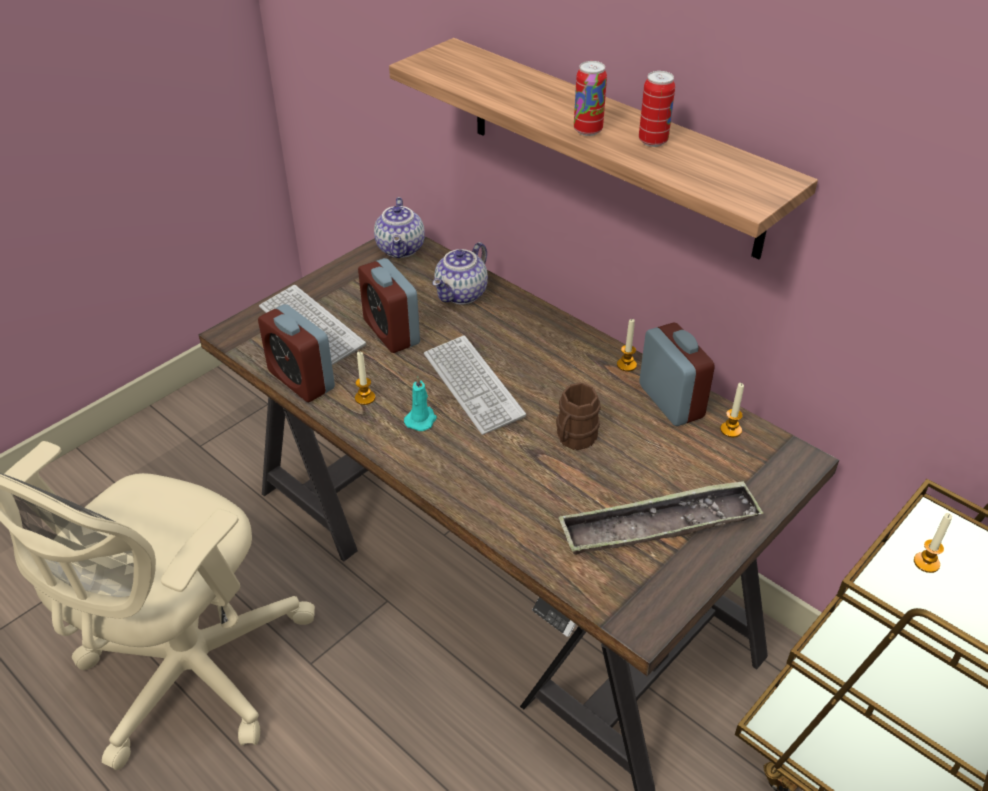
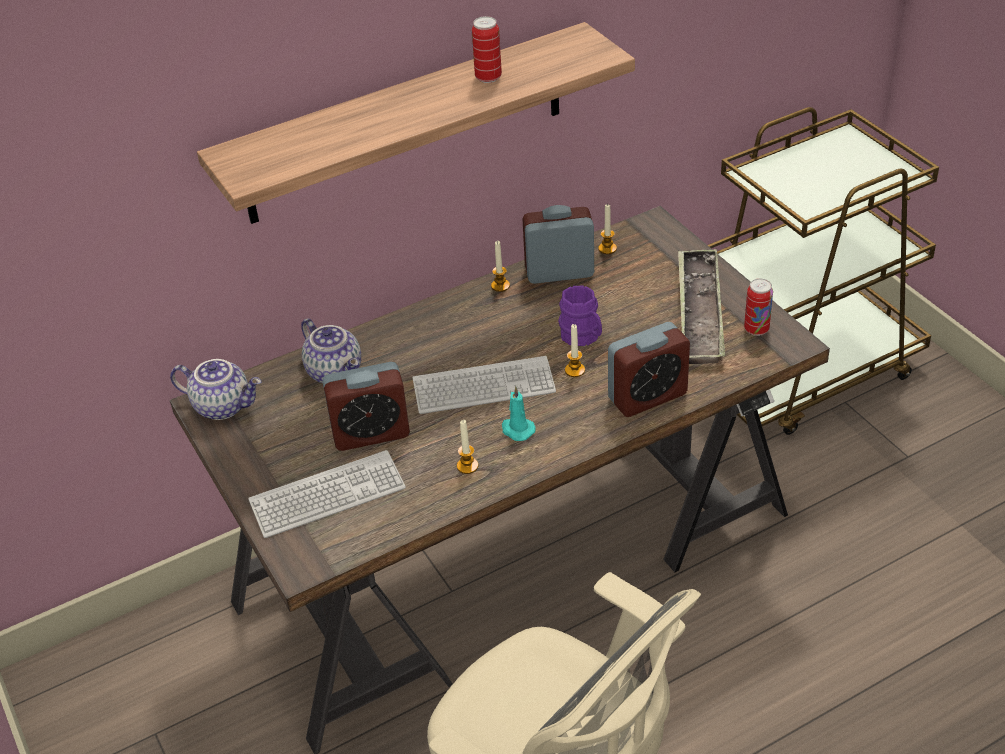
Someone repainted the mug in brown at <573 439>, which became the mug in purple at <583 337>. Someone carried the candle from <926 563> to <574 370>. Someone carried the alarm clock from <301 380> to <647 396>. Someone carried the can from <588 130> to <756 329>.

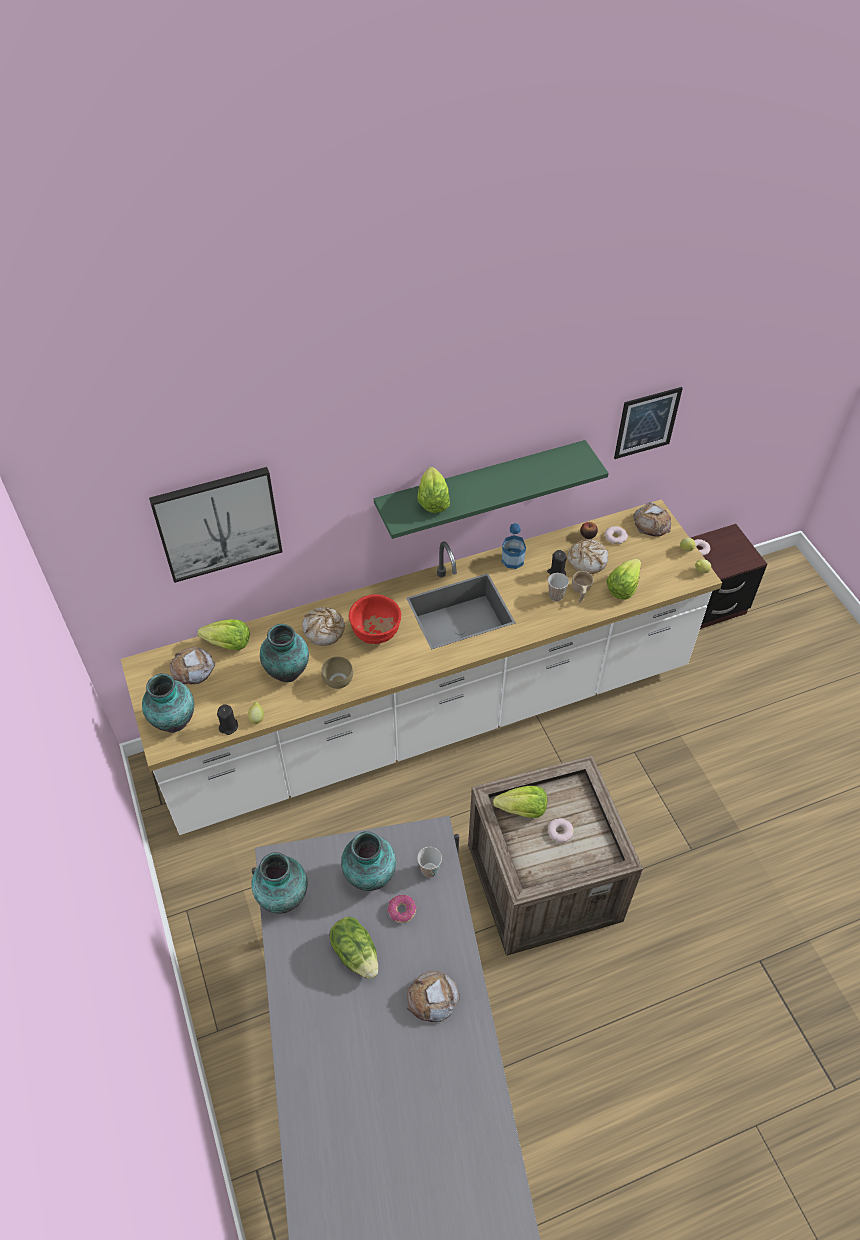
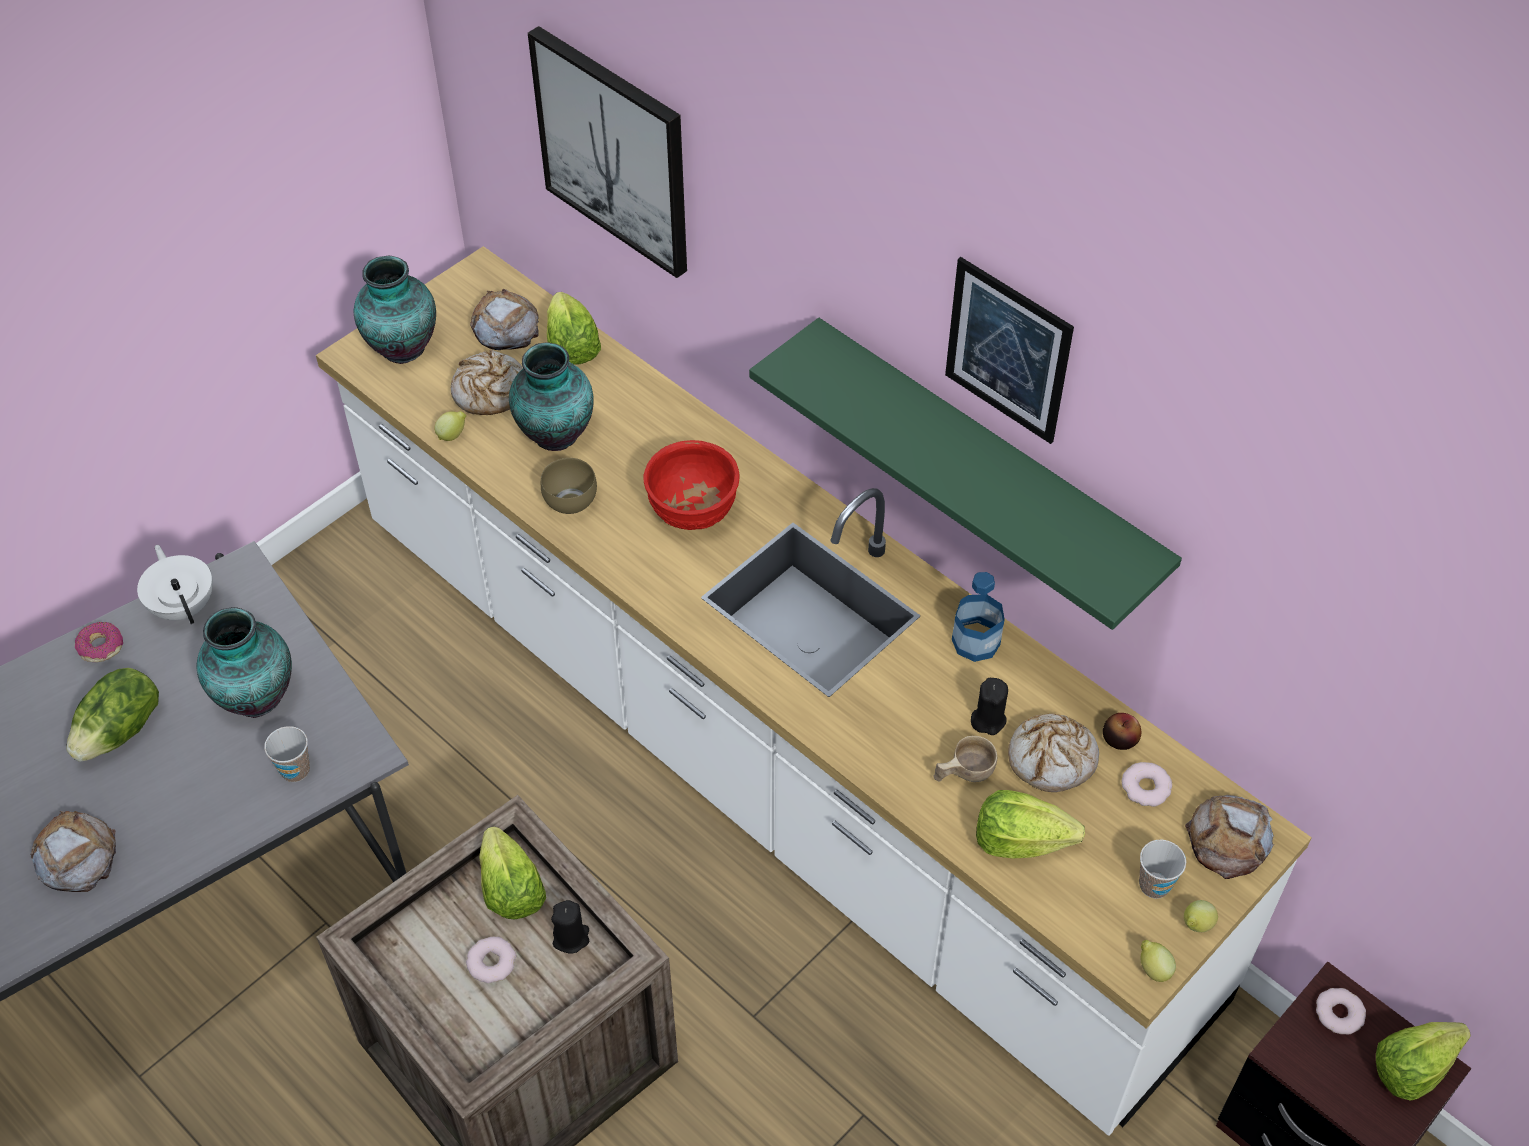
Someone carried the donut from <401 911> to <101 647>. Someone swapped the vase at <282 897> for the teapot in white at <184 605>. Someone carried the bread from <324 630> to <490 392>. Someone carried the candle in black from <228 726> to <571 938>. Someone carried the picture from <647 423> to <1007 350>. Someone carried the cup from <556 596> to <1154 885>. Someone carried the lettuce from <432 501> to <1412 1068>.

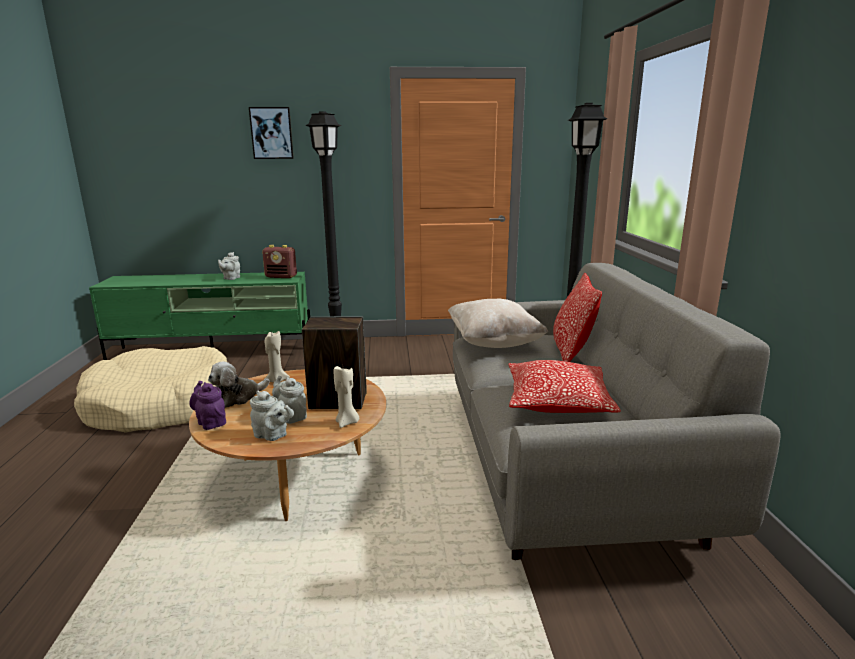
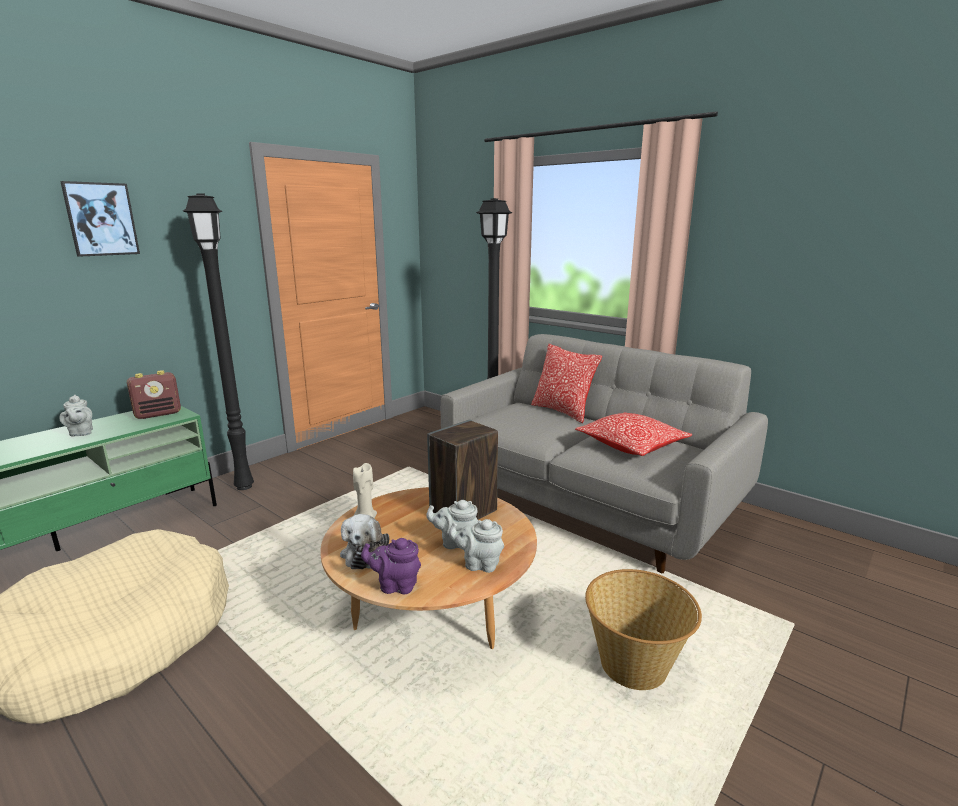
Someone rotated the teapot in grey at <273 435> by 150 degrees counterclockwise. Someone put down the basket at <635 665>. Someone took away the candle in beige at <347 423>. Someone took away the pillow in beige at <493 343>.

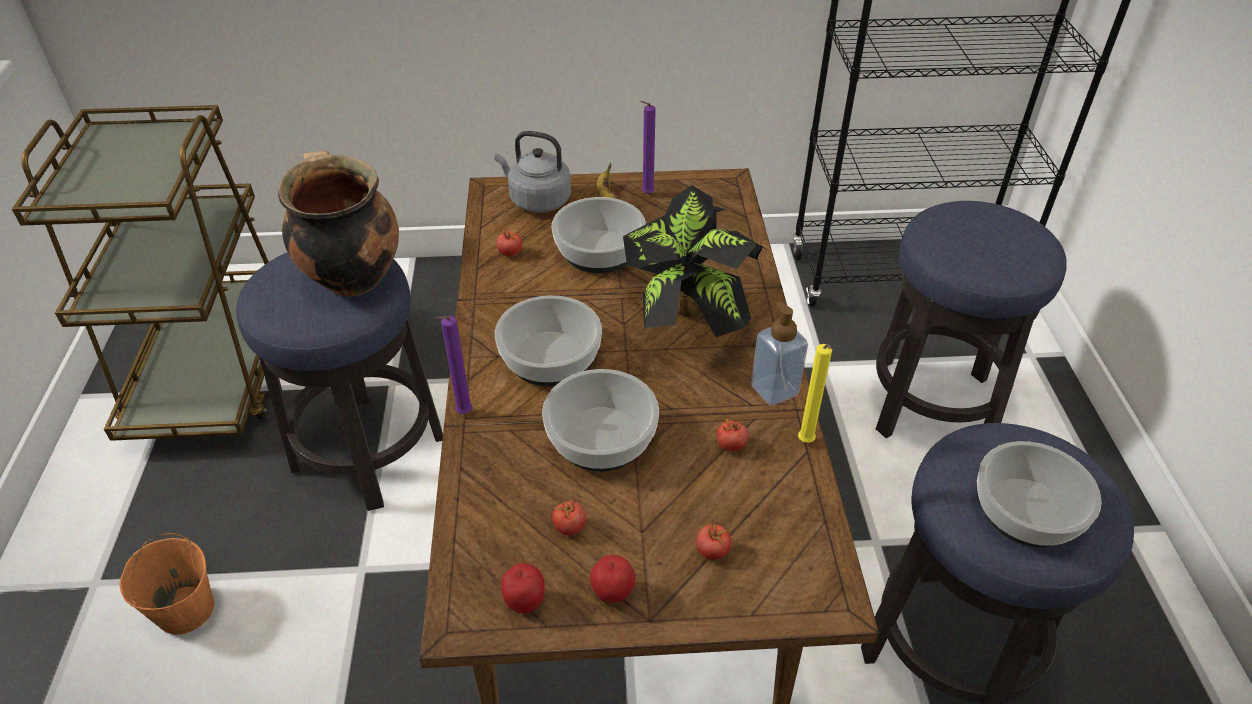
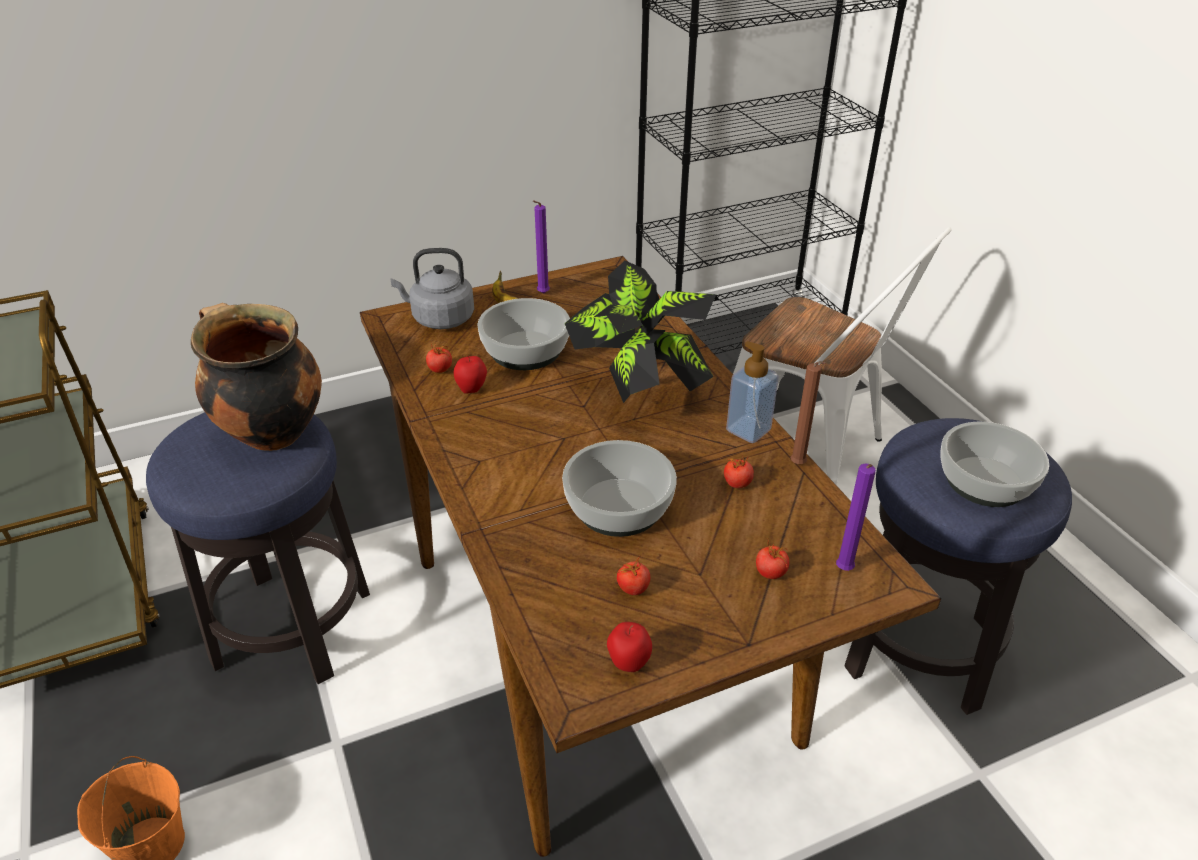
Someone carried the apple from <613 594> to <472 389>. Someone swapped the stool at <932 405> for the chair in white at <811 448>. Someone repainted the candle in yellow at <806 443>, which became the candle in brown at <799 466>. Someone carried the candle in purple from <462 414> to <843 571>. Someone took away the bowl at <549 357>.

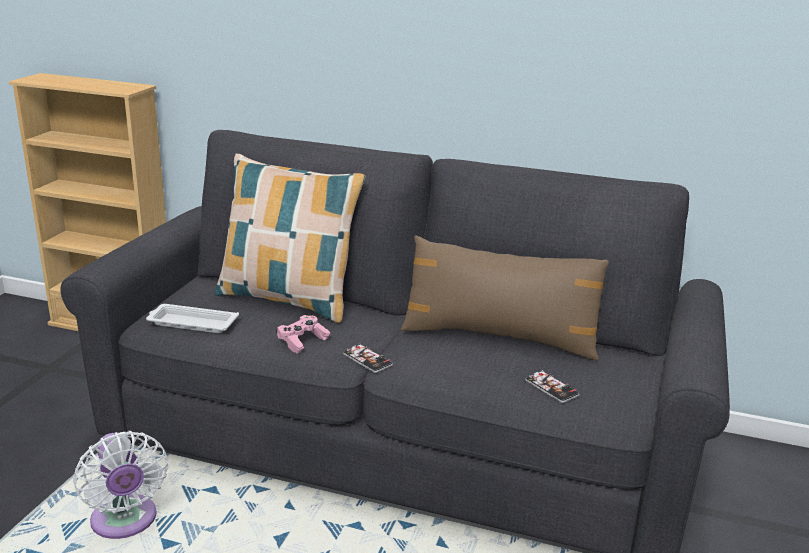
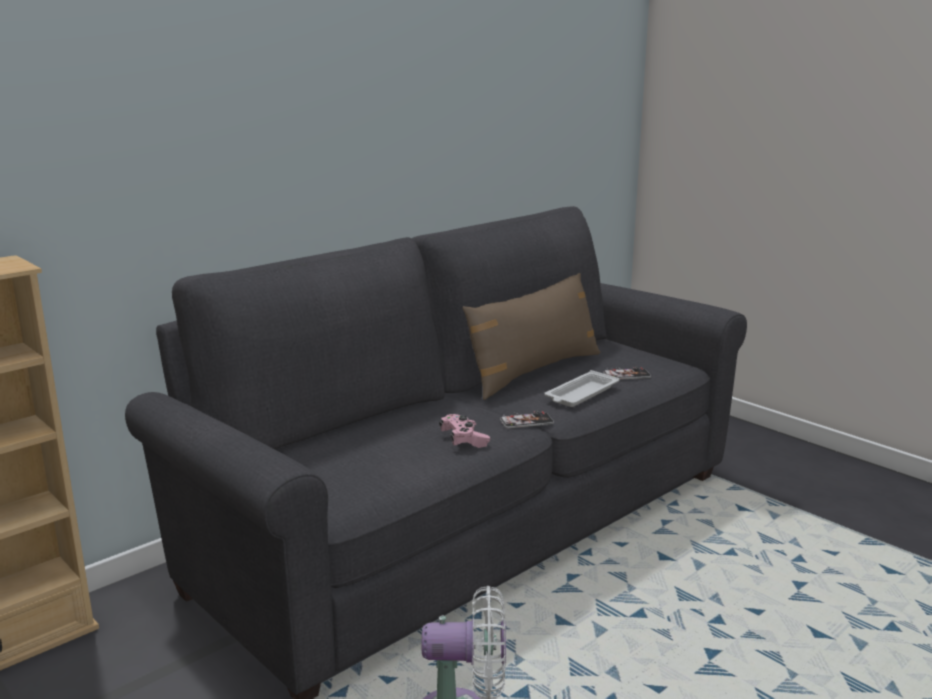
Someone carried the tray in white from <191 323> to <581 394>. Someone took away the pillow at <288 300>.

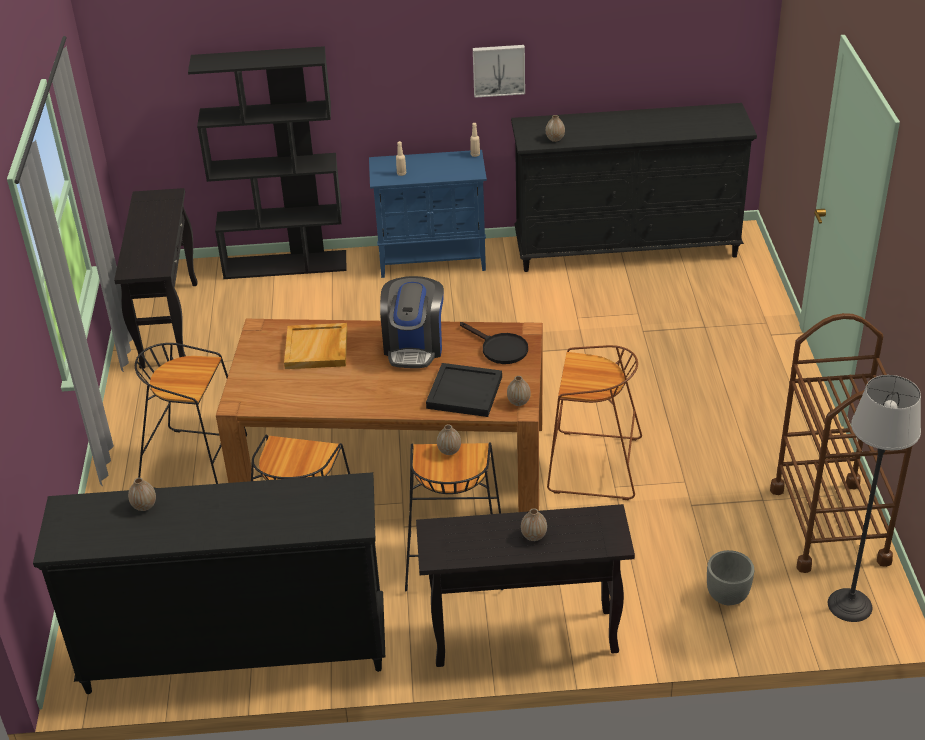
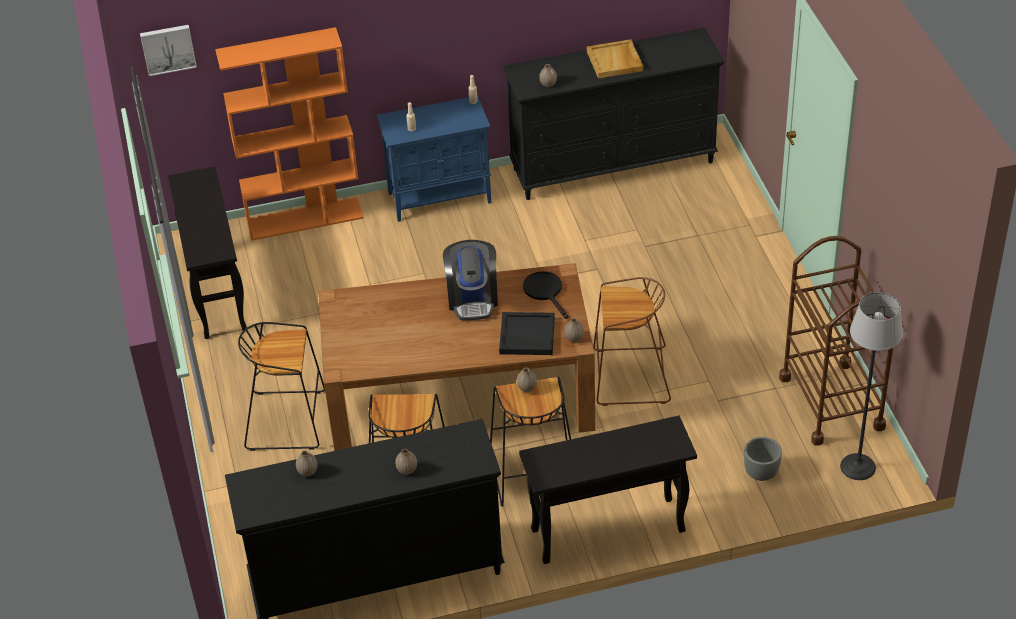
Someone carried the picture from <498 69> to <168 48>. Someone repainted the bookcase in black at <286 264>, which became the bookcase in orange at <305 218>. Someone carried the vase from <534 536> to <407 470>. Someone rotated the frying pan in black at <499 348> by 150 degrees counterclockwise. Someone carried the tray in beige from <317 349> to <615 61>.

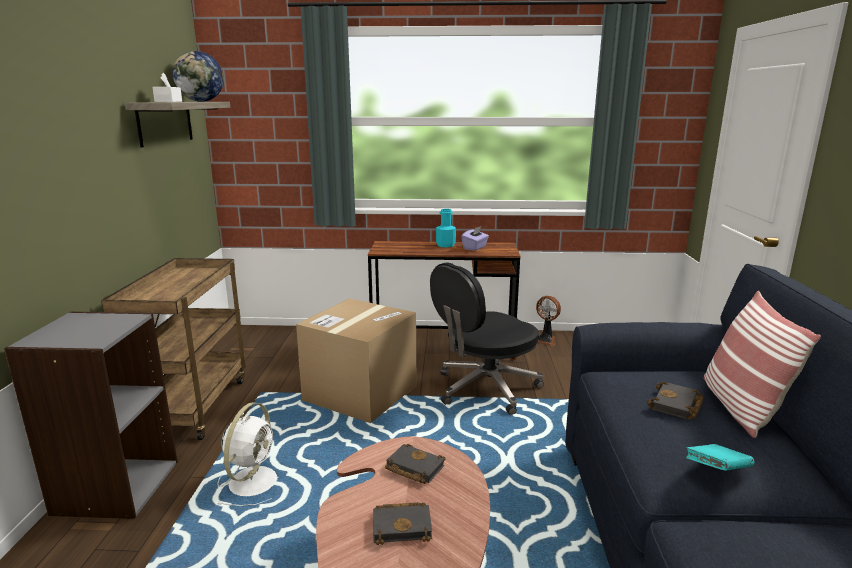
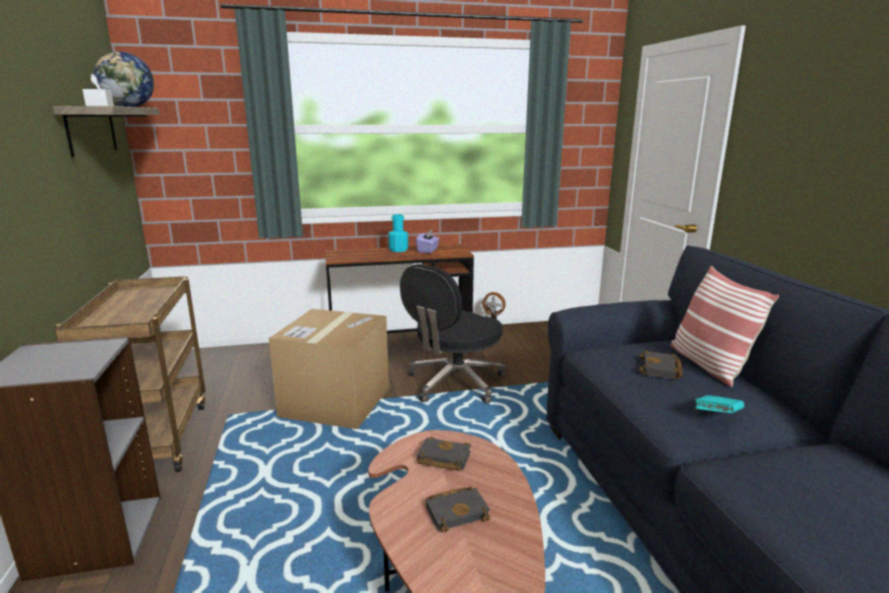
Someone took away the fan in white at <254 480>.

